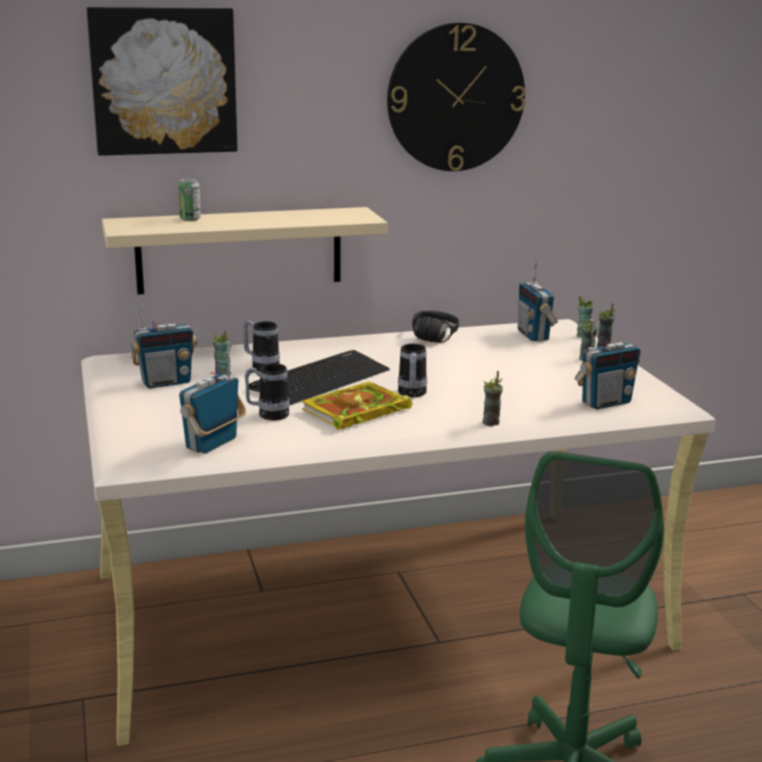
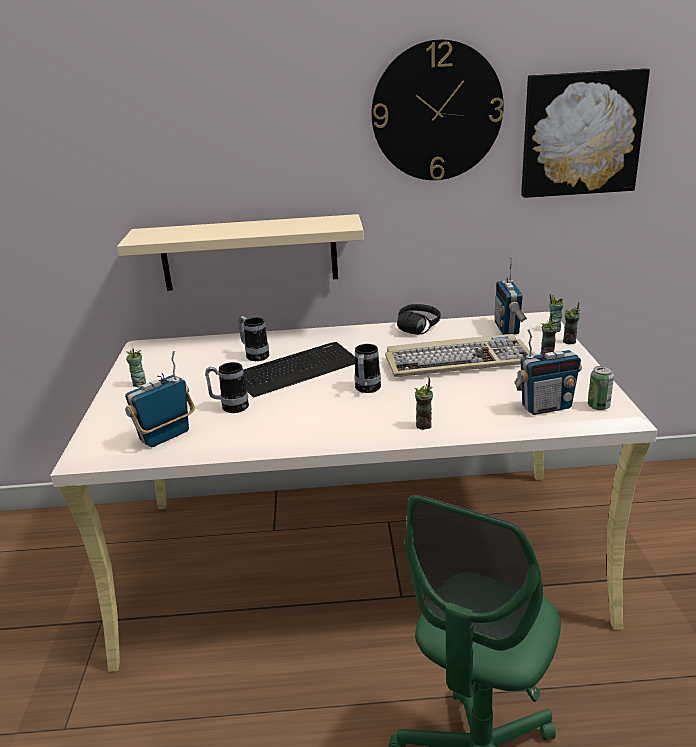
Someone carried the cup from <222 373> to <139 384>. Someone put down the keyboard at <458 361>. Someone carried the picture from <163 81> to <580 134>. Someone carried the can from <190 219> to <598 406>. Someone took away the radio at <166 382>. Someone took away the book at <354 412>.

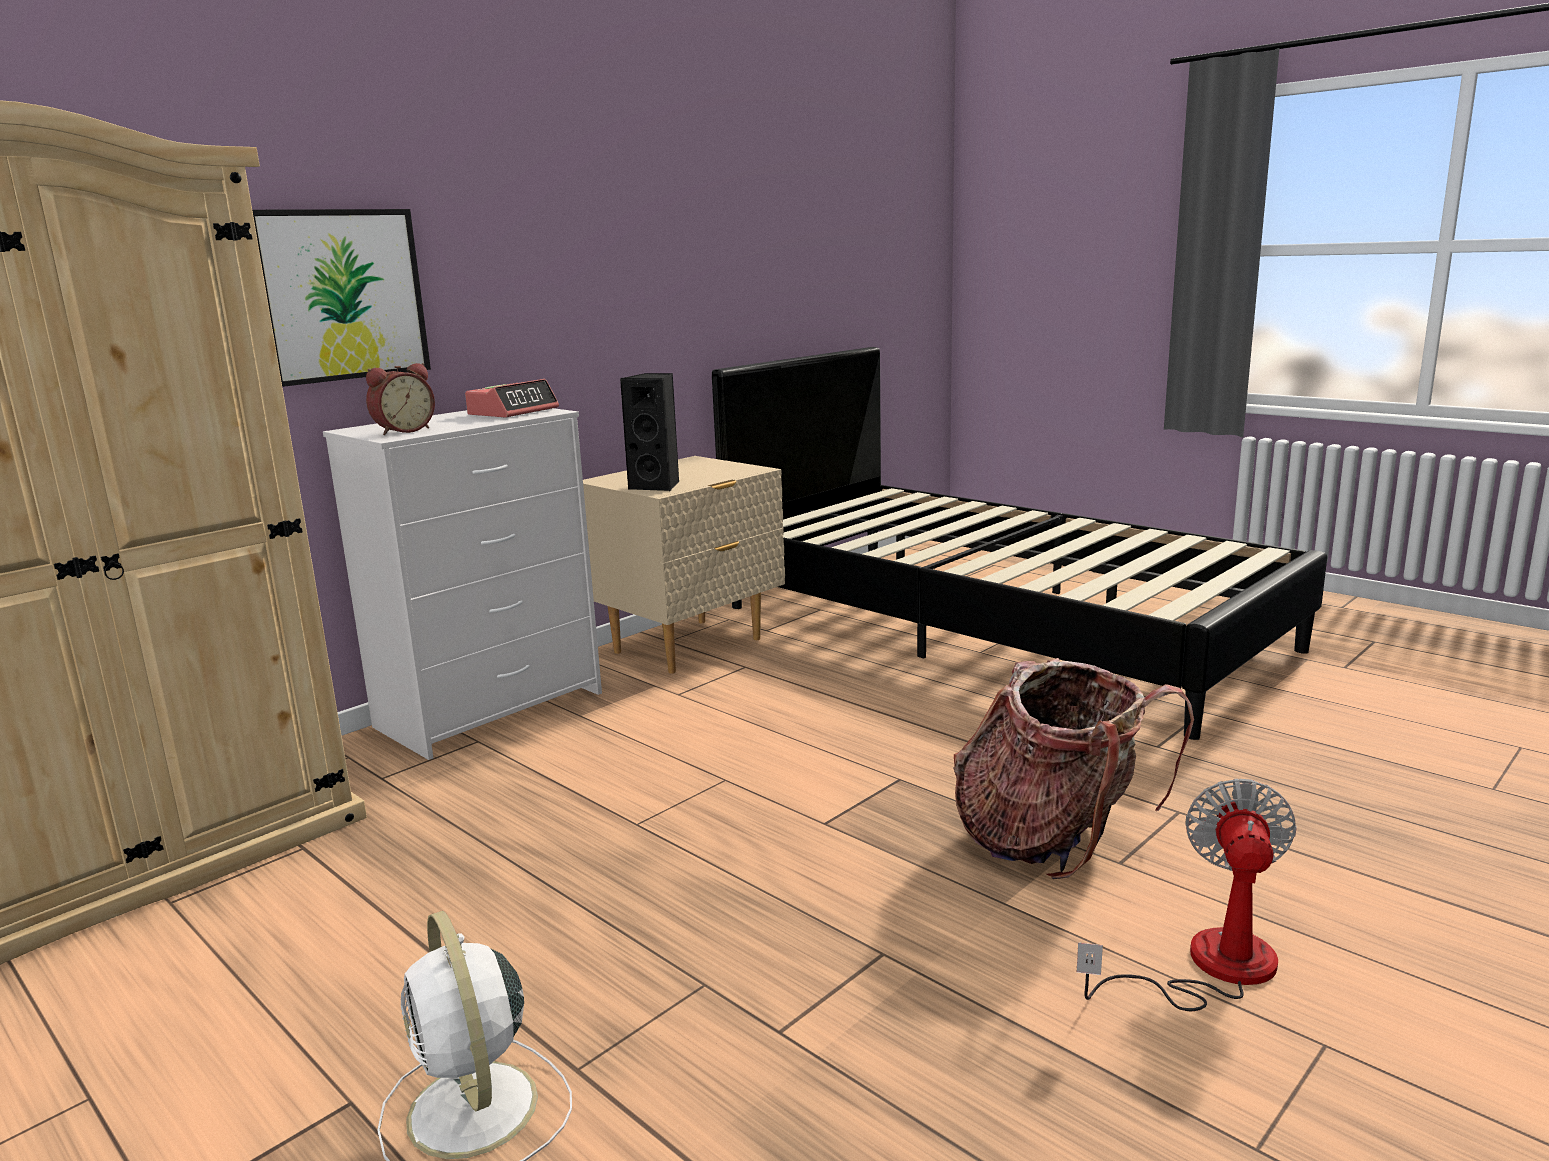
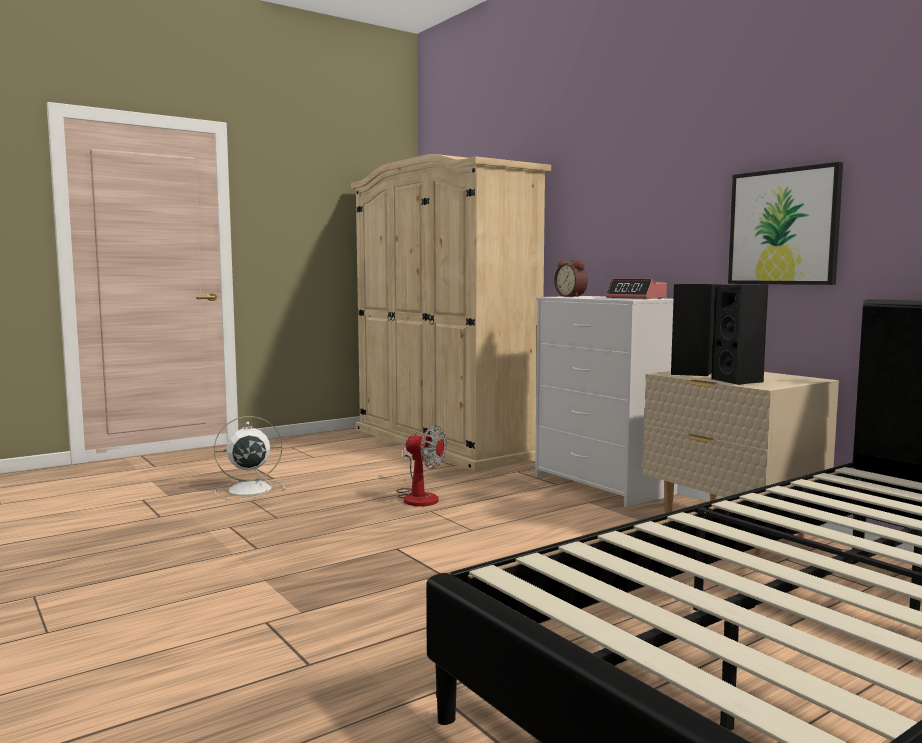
Someone carried the fan from <1208 967> to <418 497>. Someone put down the speaker in black at <739 381>. Someone carried the picture from <341 295> to <783 227>. Someone took away the backpack at <1053 841>.

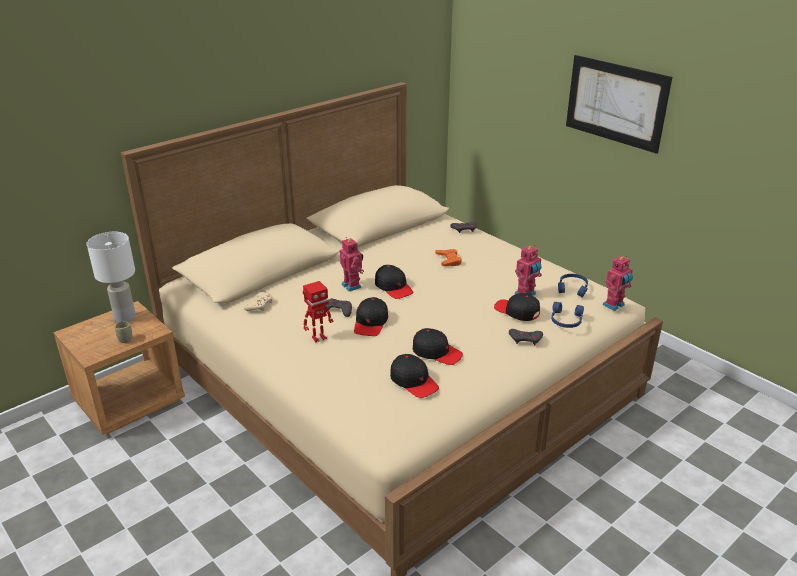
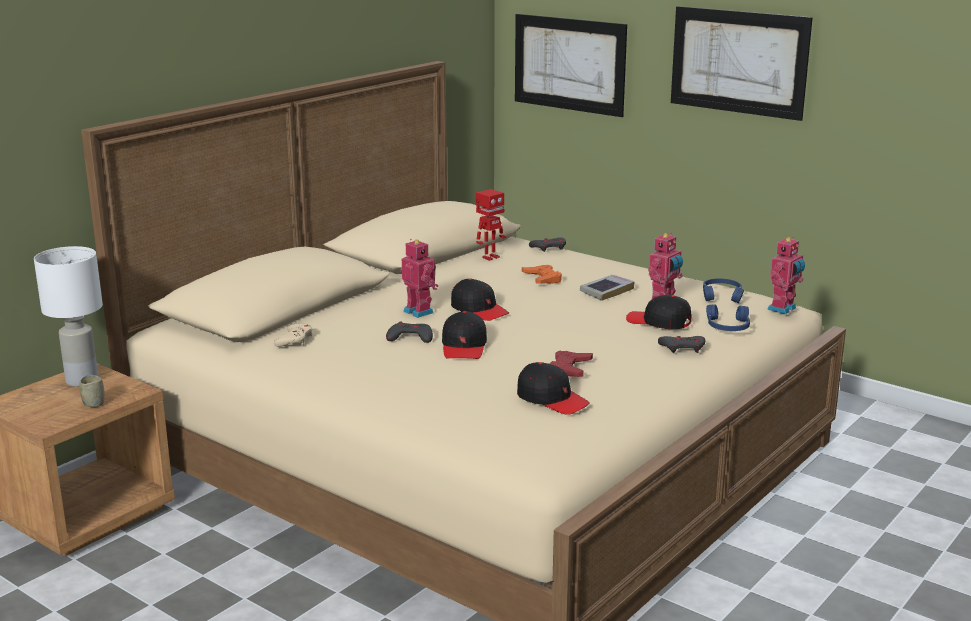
Someone carried the toy robot from <318 337> to <490 257>. Someone put up the picture at <569 64>. Someone swapped the cap in black at <436 352> for the game controller in red at <569 369>. Someone put down the book at <606 291>.

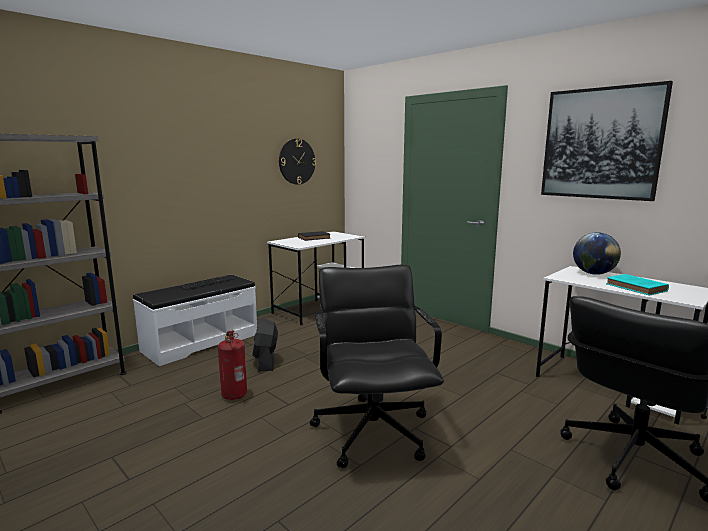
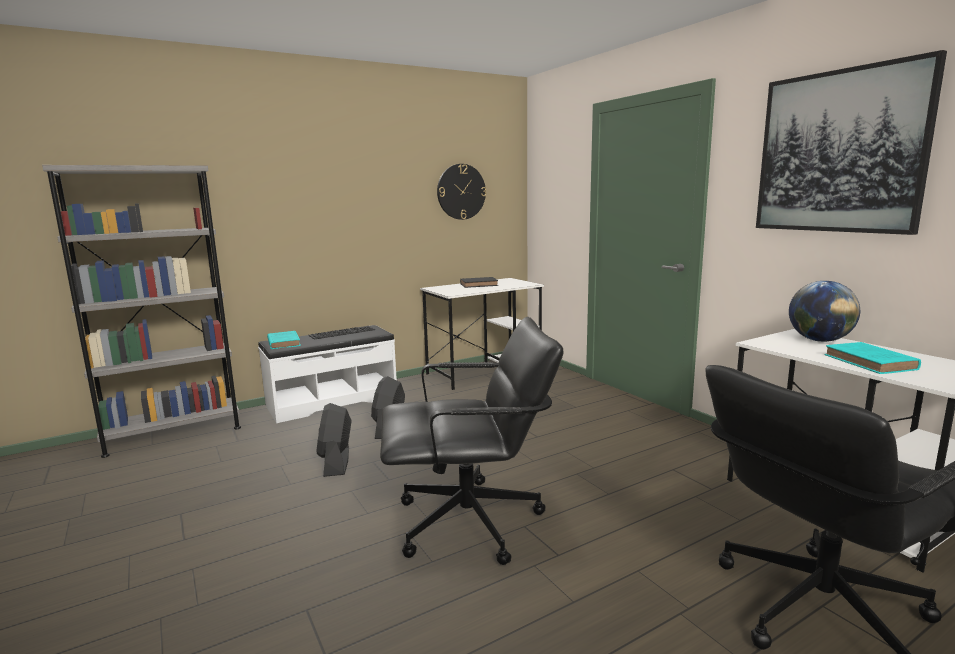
Someone put down the book in turquoise at <283 342>. Someone swapped the fire extinguisher at <234 394> for the fan in black at <336 462>. Someone rotated the office chair in black at <373 431> by 75 degrees clockwise.

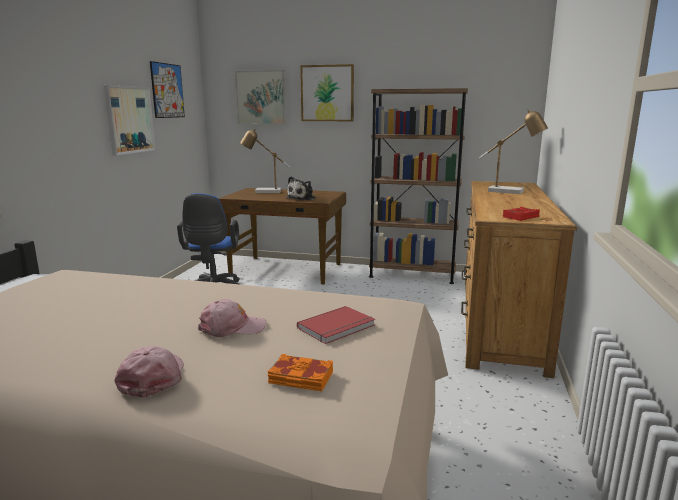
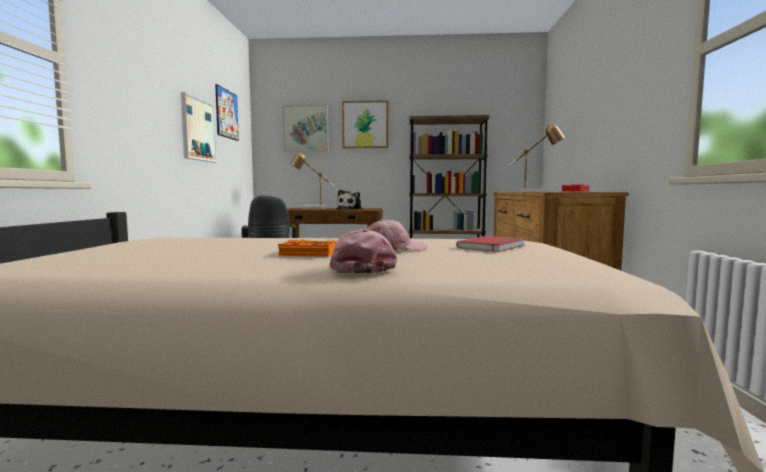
Someone carried the book in orange from <300 378> to <308 254>.

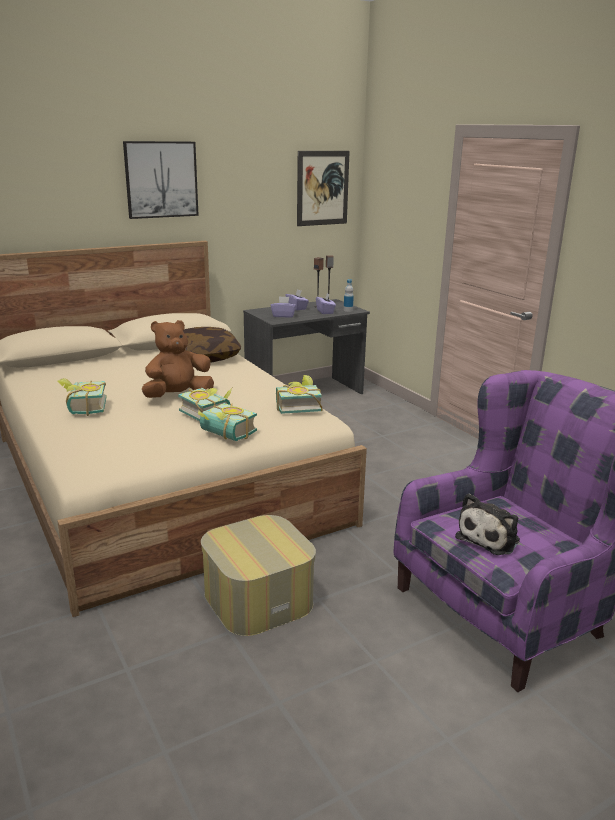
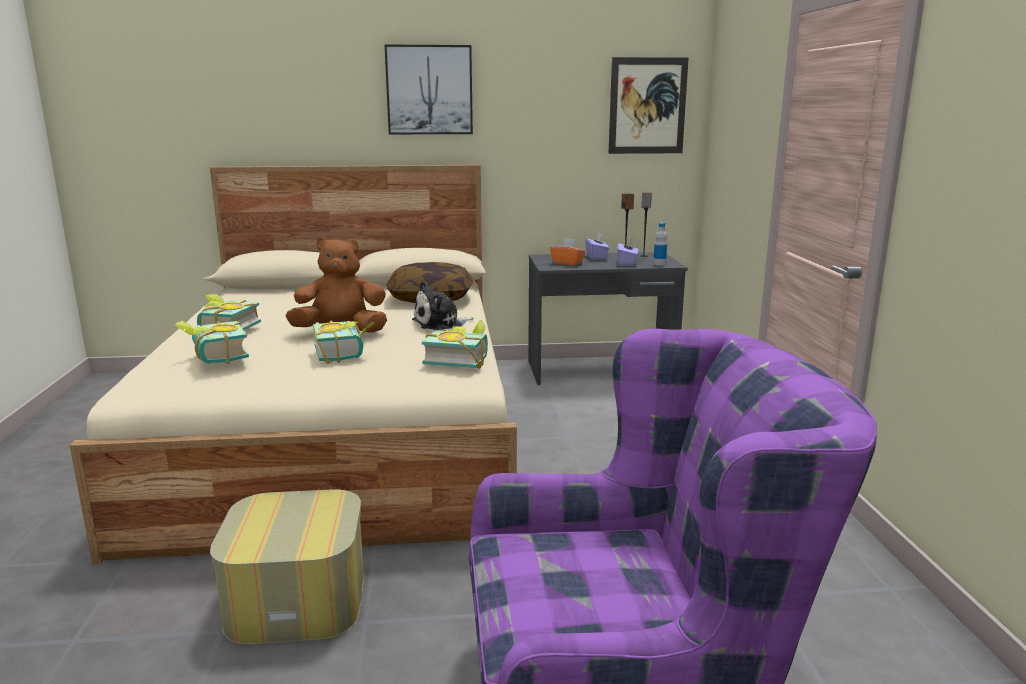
Someone carried the book from <224 435> to <214 357>. Someone carried the plush toy from <490 538> to <440 323>. Someone repainted the tissue box in purple at <283 315>, which became the tissue box in orange at <567 263>.

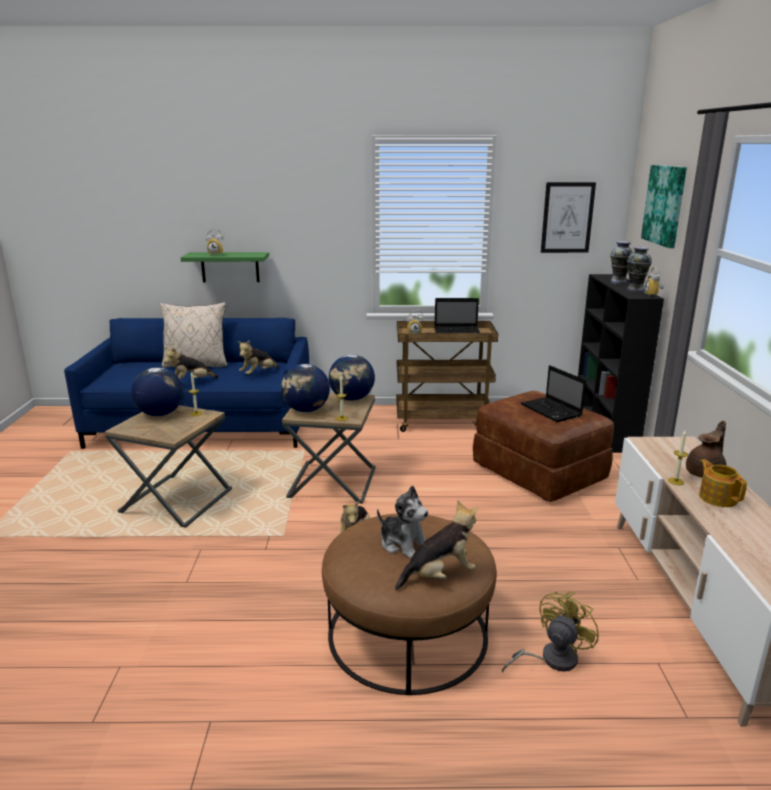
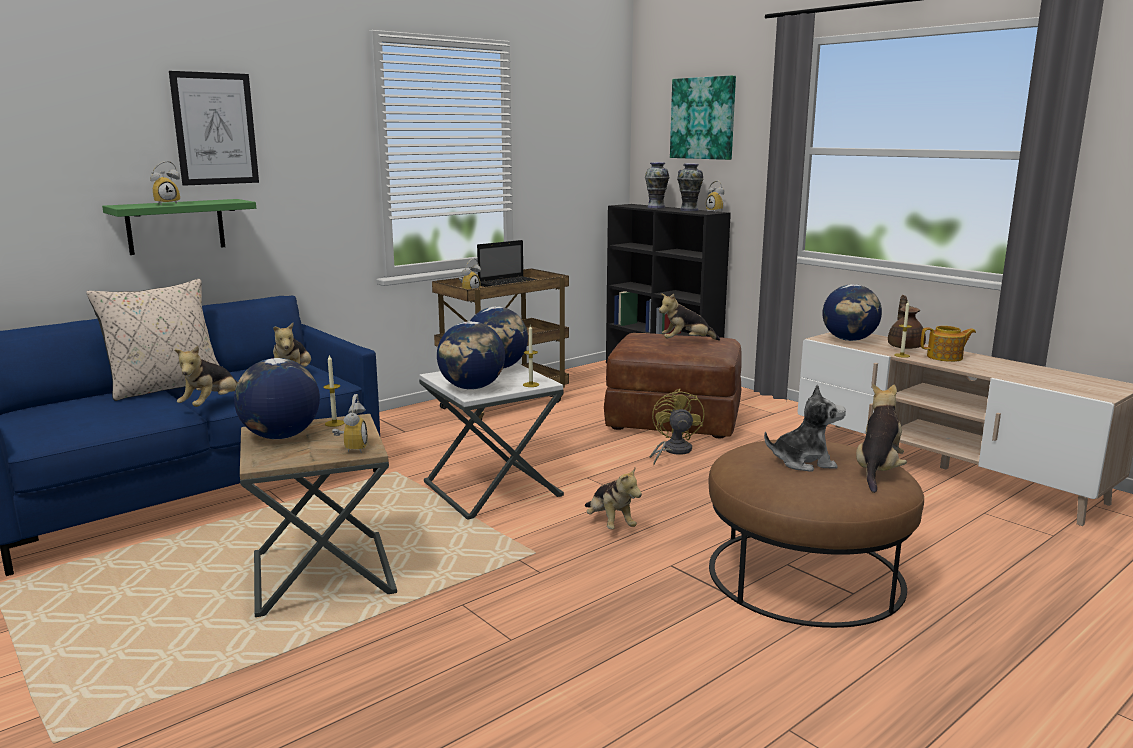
Someone carried the picture from <567 218> to <215 129>. Someone put down the alarm clock at <351 448>. Someone repainted the side table in brown at <333 482>, which became the side table in white at <492 489>. Someone carried the fan in yellow from <551 659> to <673 451>. Someone swapped the laptop at <552 411> for the plush toy at <686 342>. Someone put down the globe at <849 340>. Someone rotated the teapot at <717 497> by 150 degrees clockwise.

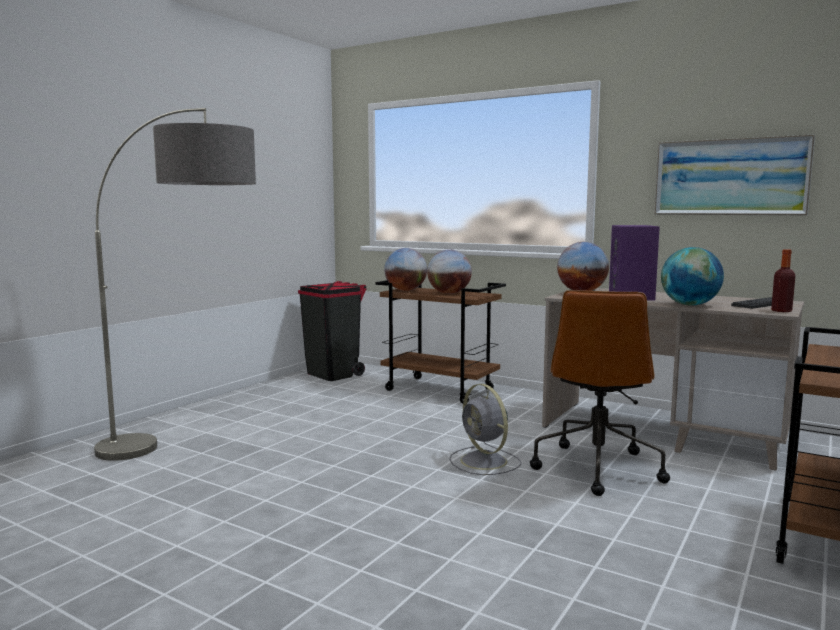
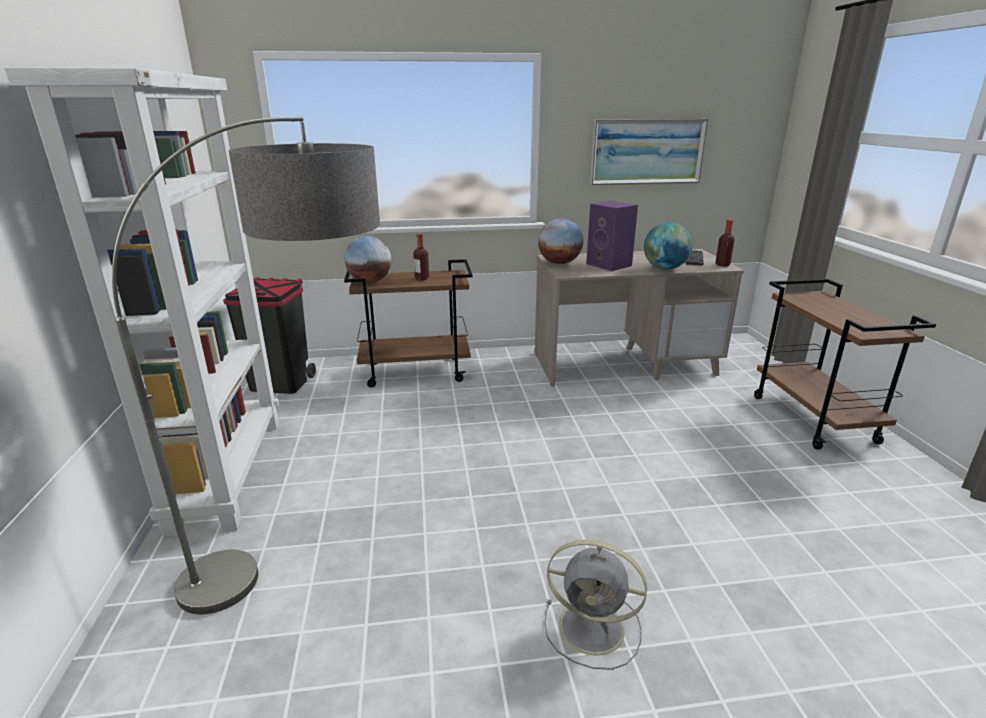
Someone put down the bookcase in white at <228 470>. Someone swapped the globe at <449 293> for the bottle at <422 278>. Someone carried the fan in grey from <485 462> to <594 628>. Someone took away the office chair in brown at <597 468>.

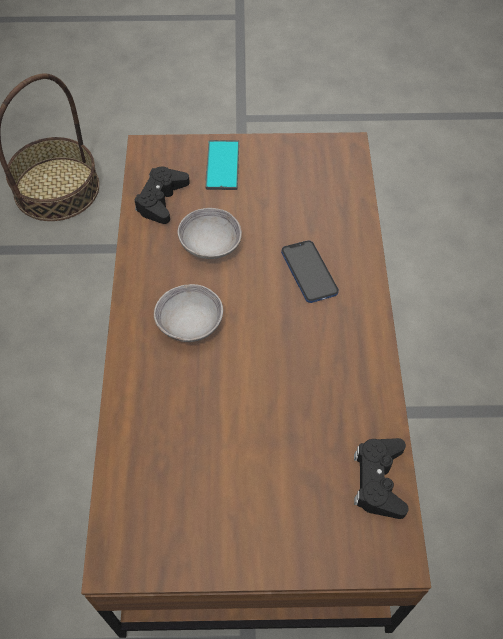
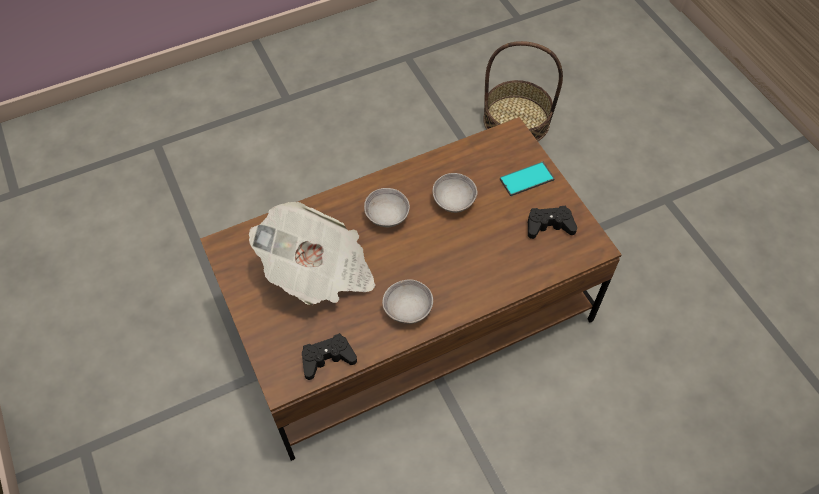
Someone put down the newspaper at <319 271>. Someone put down the bowl in grey at <407 309>. Someone carried the game controller in black from <161 200> to <549 225>. Someone took away the phone at <309 272>.

